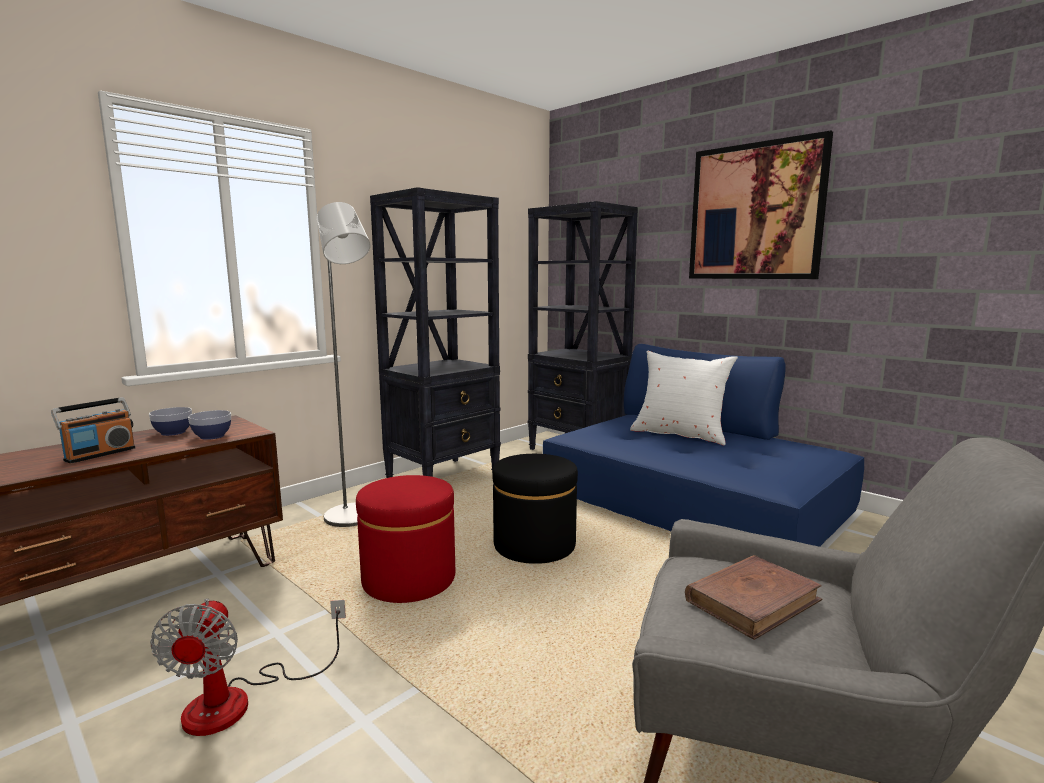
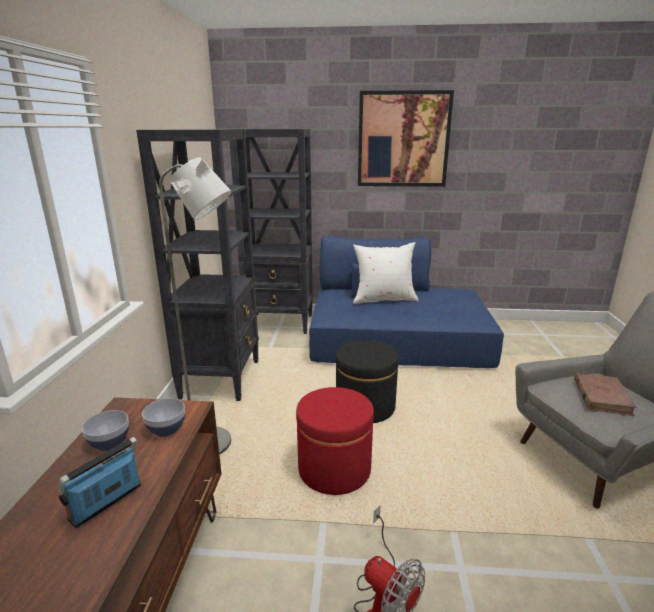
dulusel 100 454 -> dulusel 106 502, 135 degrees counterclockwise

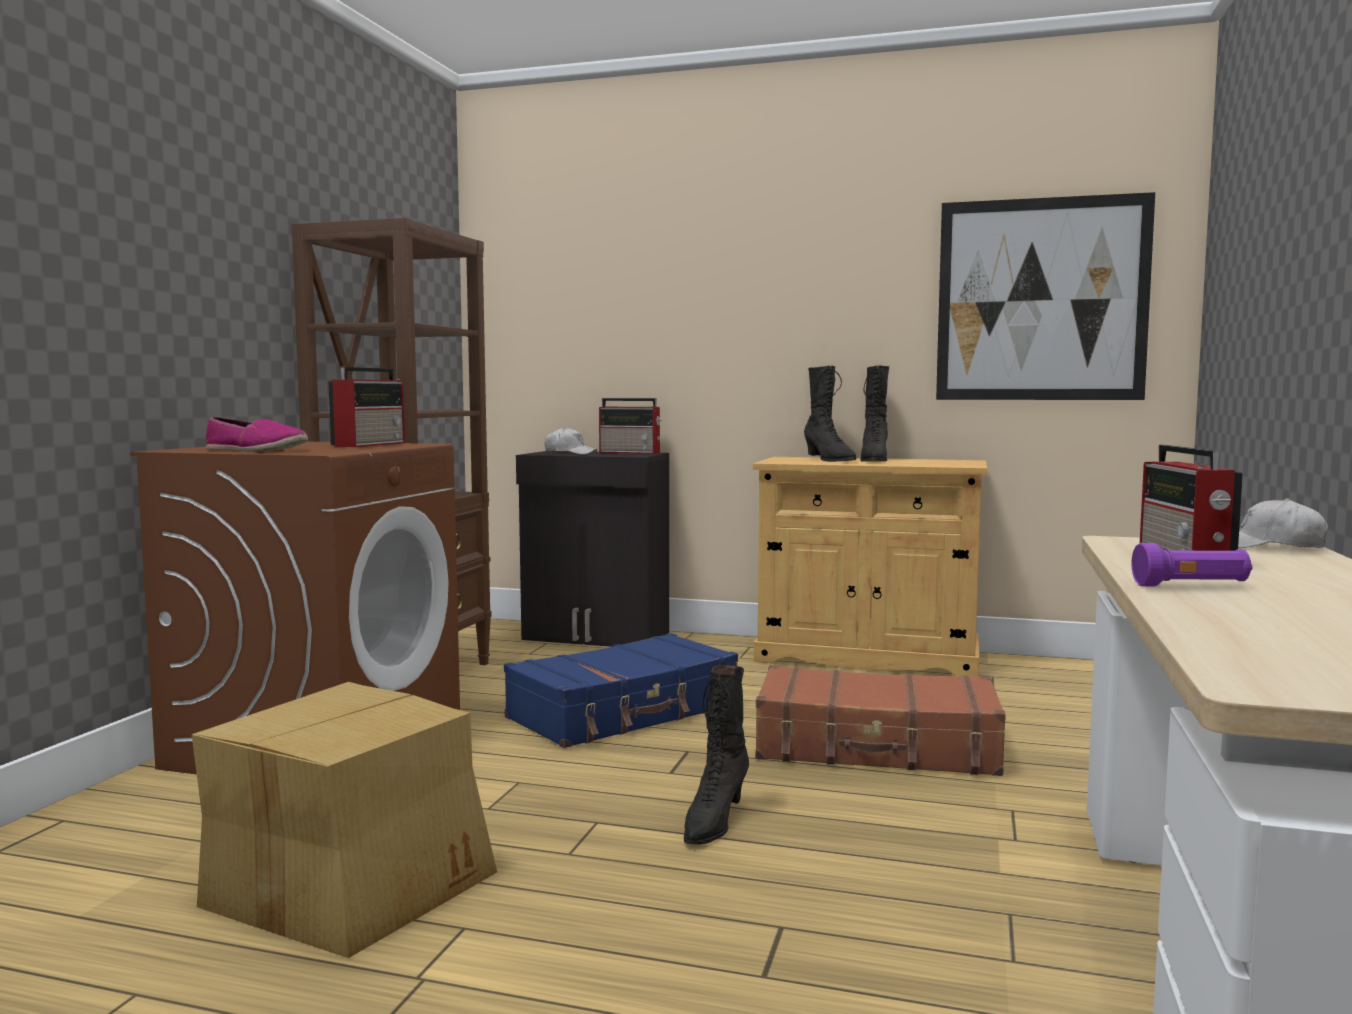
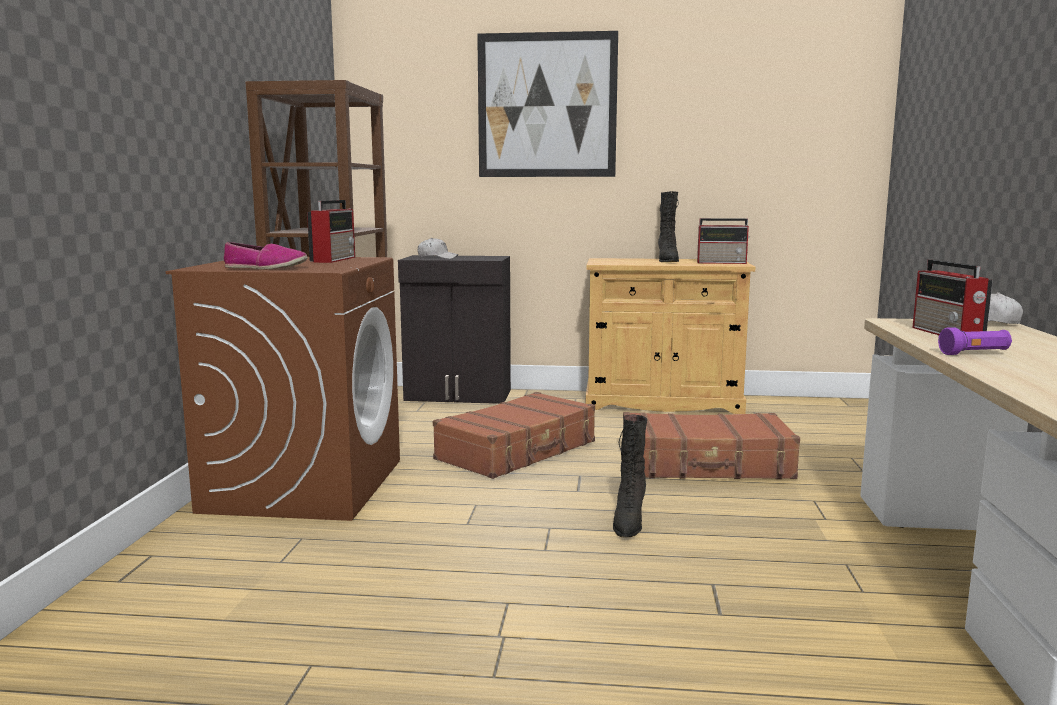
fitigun 352 883 -> none
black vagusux 829 460 -> none
dulusel 631 452 -> dulusel 722 262, relocated
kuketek 1041 300 -> kuketek 547 105, relocated
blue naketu 625 713 -> brown naketu 518 451

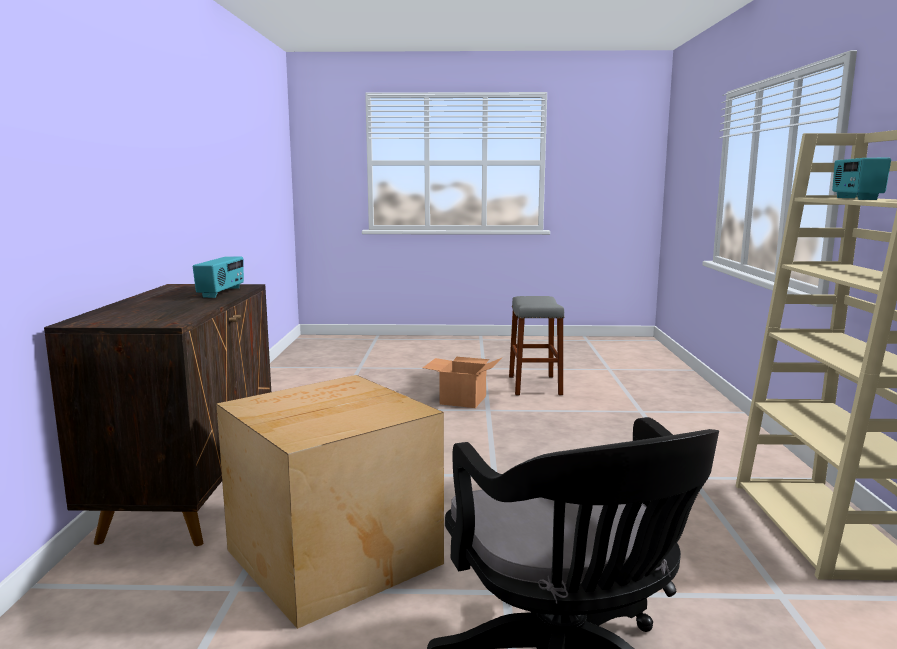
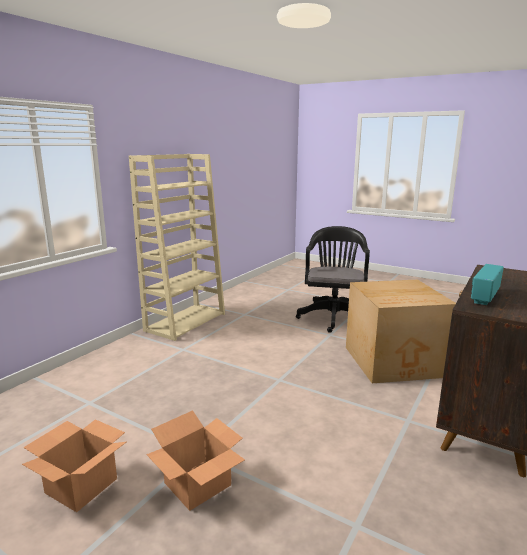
dulusel 855 198 -> none
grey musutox 534 385 -> fitigun 81 486

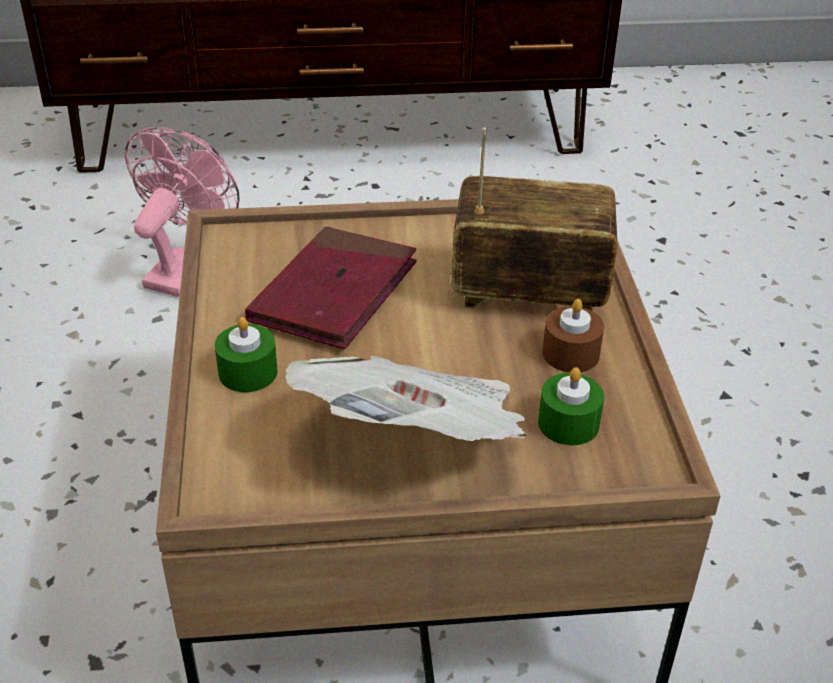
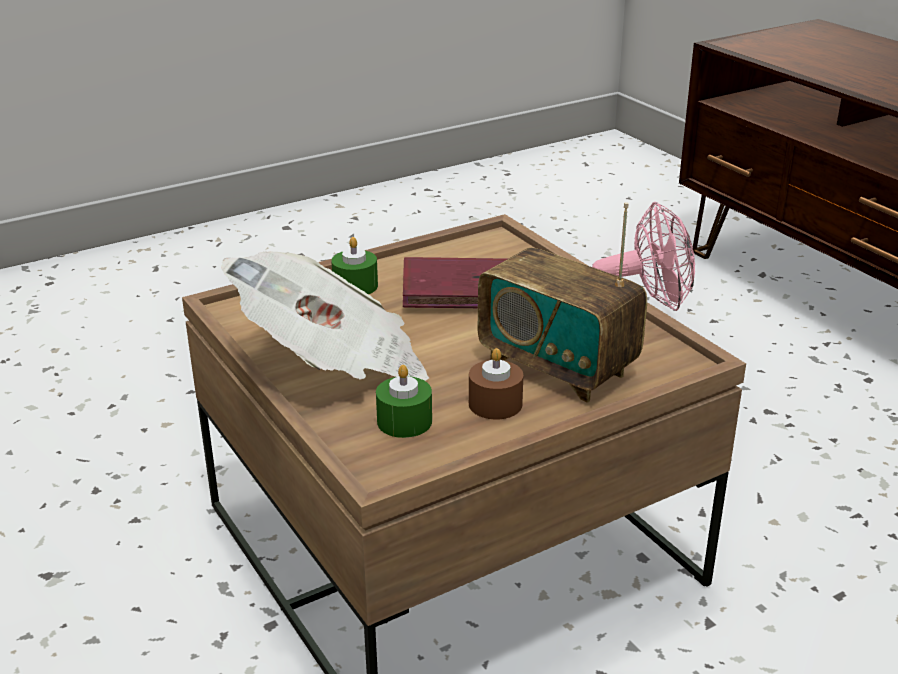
dulusel 528 293 -> dulusel 557 367, 150 degrees clockwise

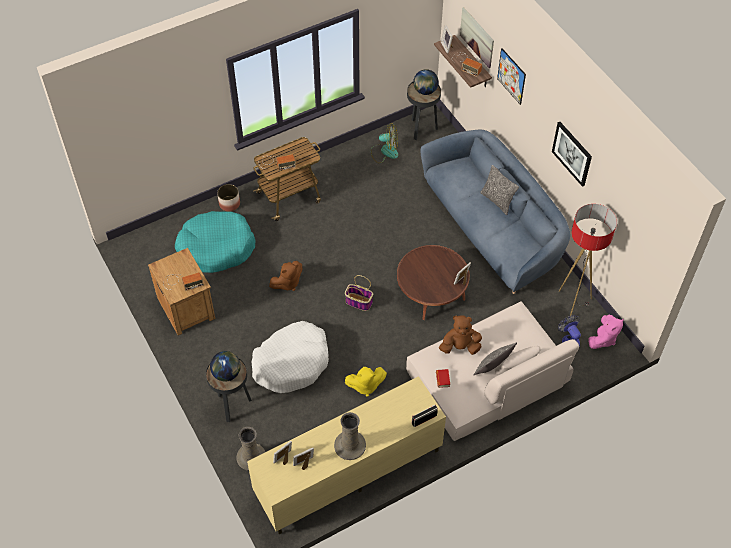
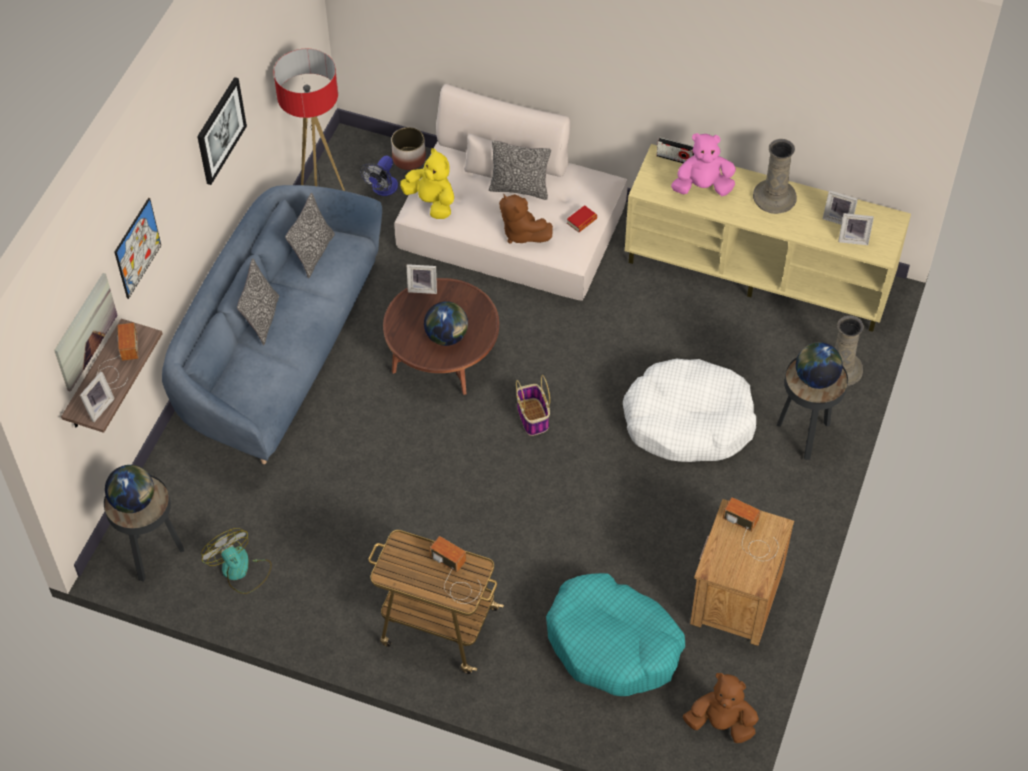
none -> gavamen 313 253
none -> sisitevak 447 336
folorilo 229 204 -> folorilo 409 158, relocated
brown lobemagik 287 283 -> brown lobemagik 721 723, relocated
yellow lobemagik 365 386 -> yellow lobemagik 431 202, relocated
pink lobemagik 603 339 -> pink lobemagik 702 187, relocated

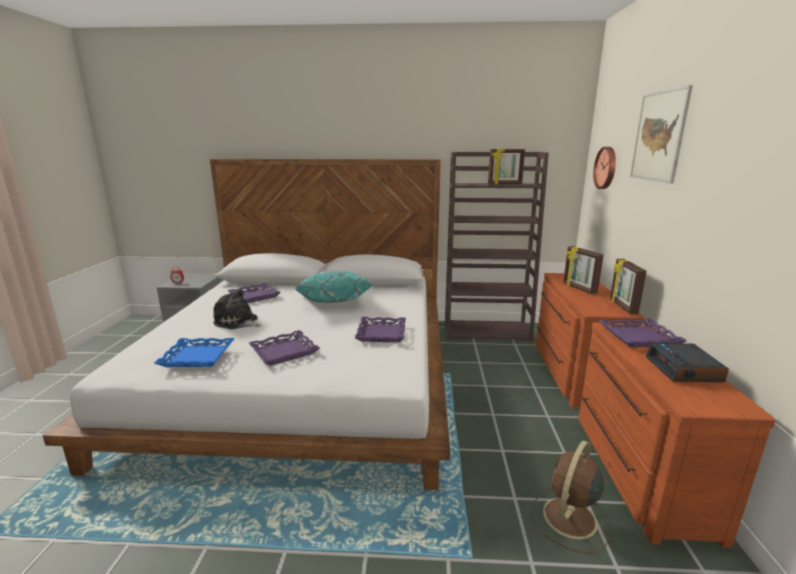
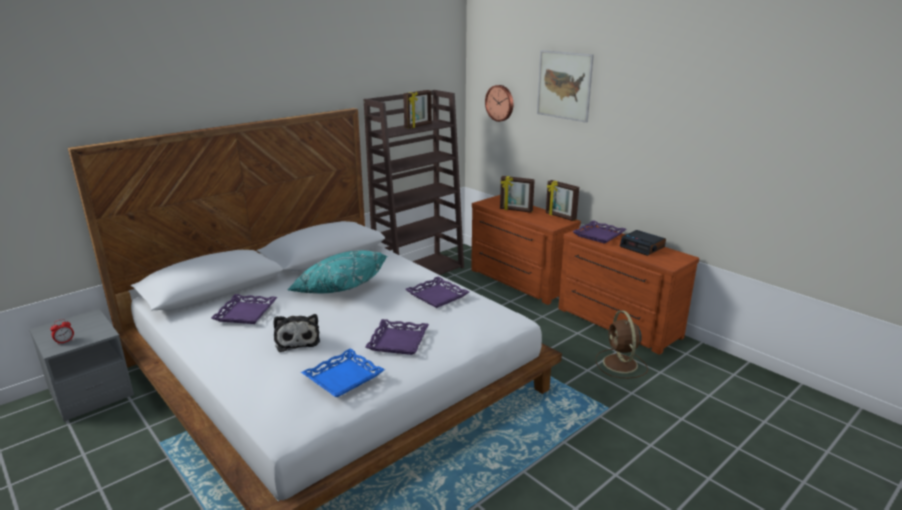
lobemagik 237 322 -> lobemagik 297 340, 90 degrees counterclockwise

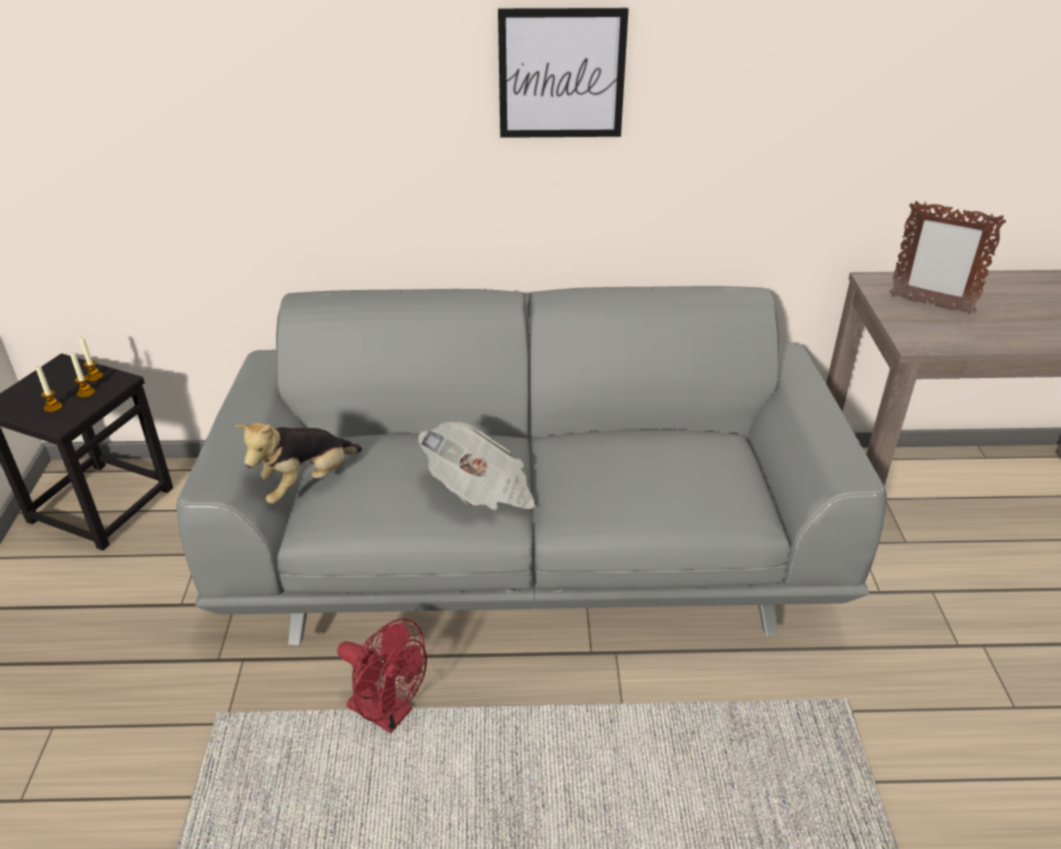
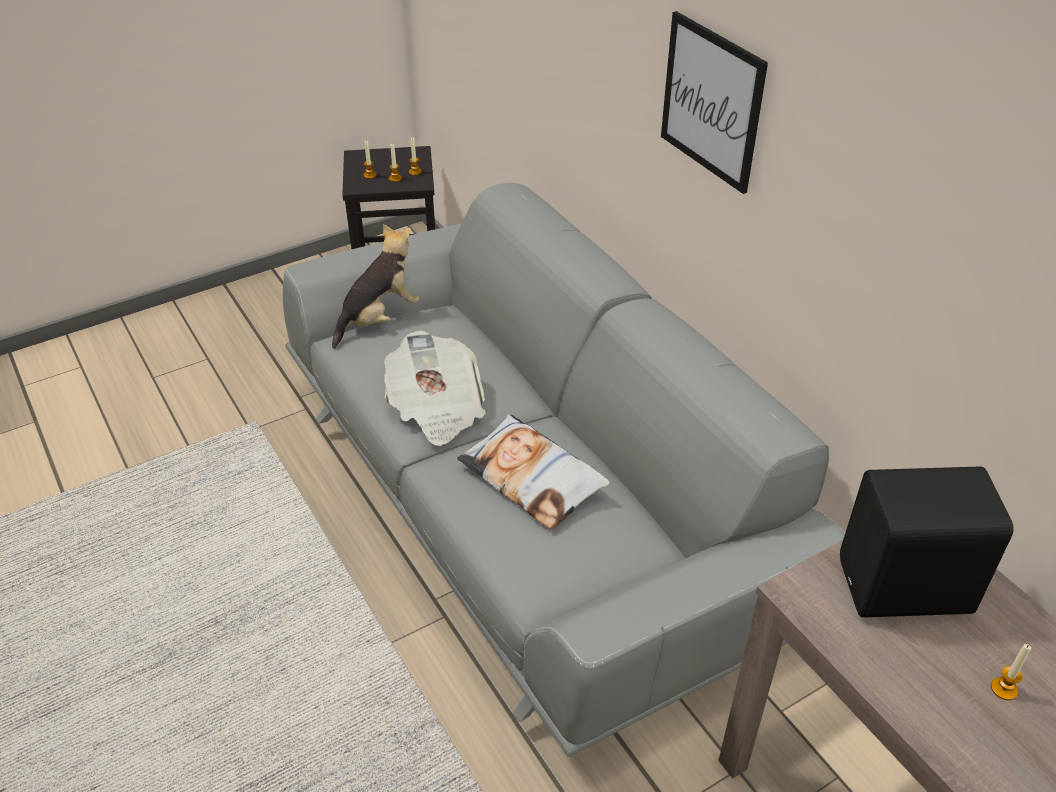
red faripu 388 713 -> none
none -> gavamen 532 478
none -> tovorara 1004 689
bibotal 930 304 -> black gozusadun 907 589
lobemagik 306 483 -> lobemagik 379 318, 120 degrees clockwise

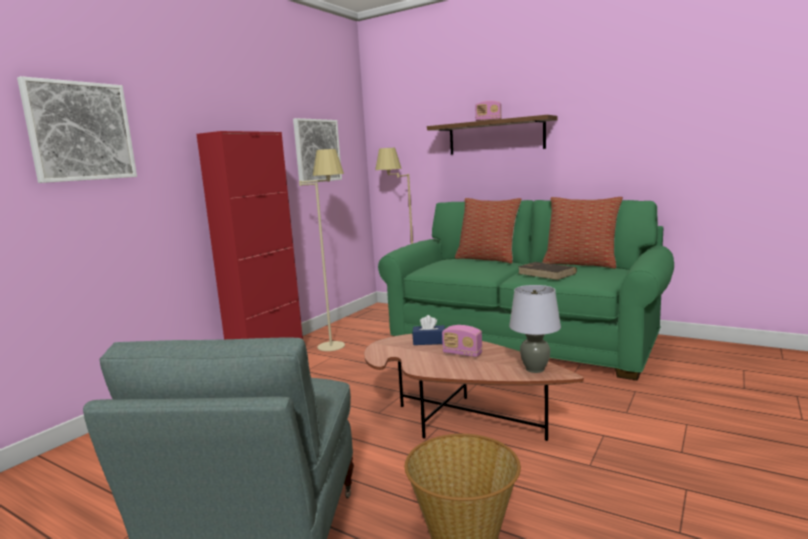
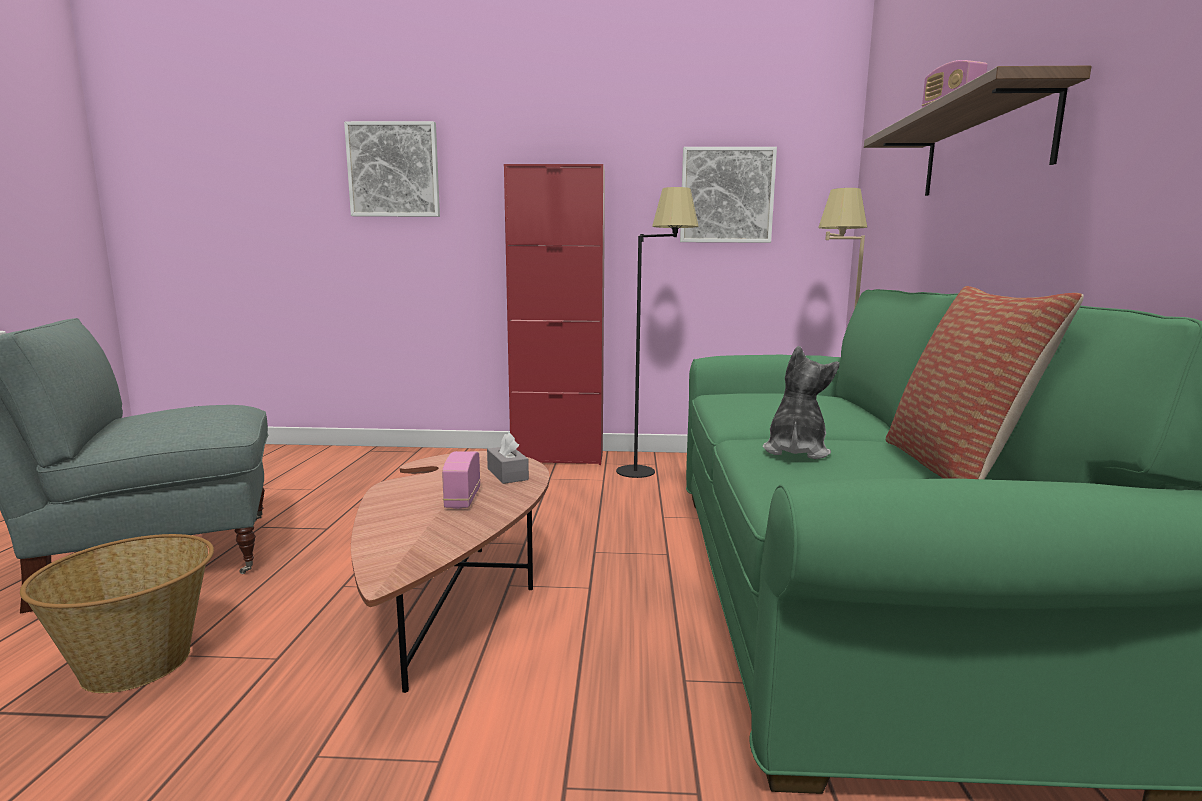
gavamen 487 259 -> none
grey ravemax 535 369 -> none
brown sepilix 547 273 -> lobemagik 795 451
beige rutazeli 336 342 -> black rutazeli 652 470
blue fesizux 429 341 -> grey fesizux 507 474

